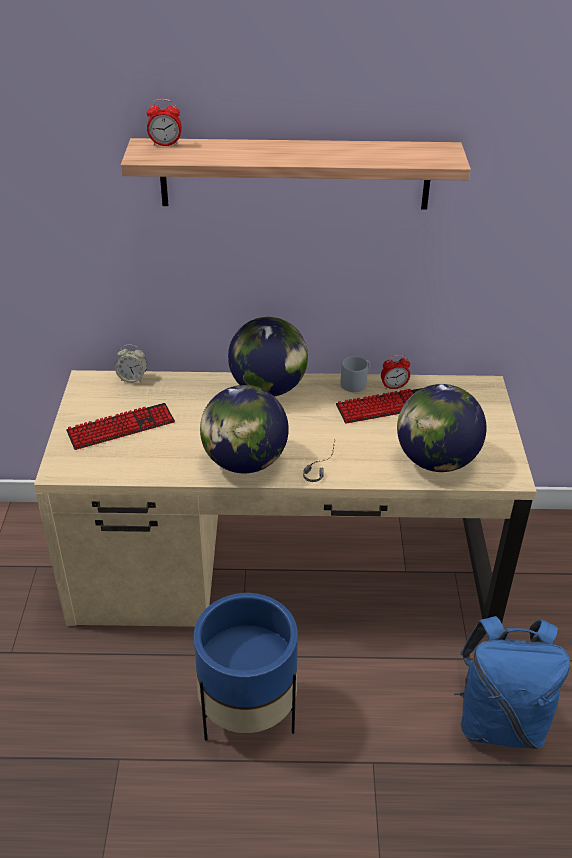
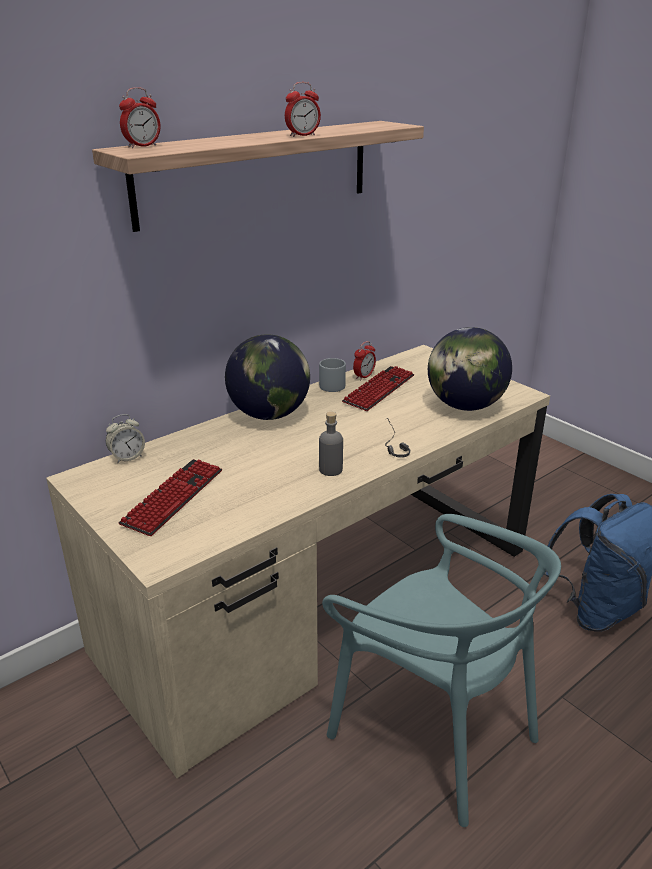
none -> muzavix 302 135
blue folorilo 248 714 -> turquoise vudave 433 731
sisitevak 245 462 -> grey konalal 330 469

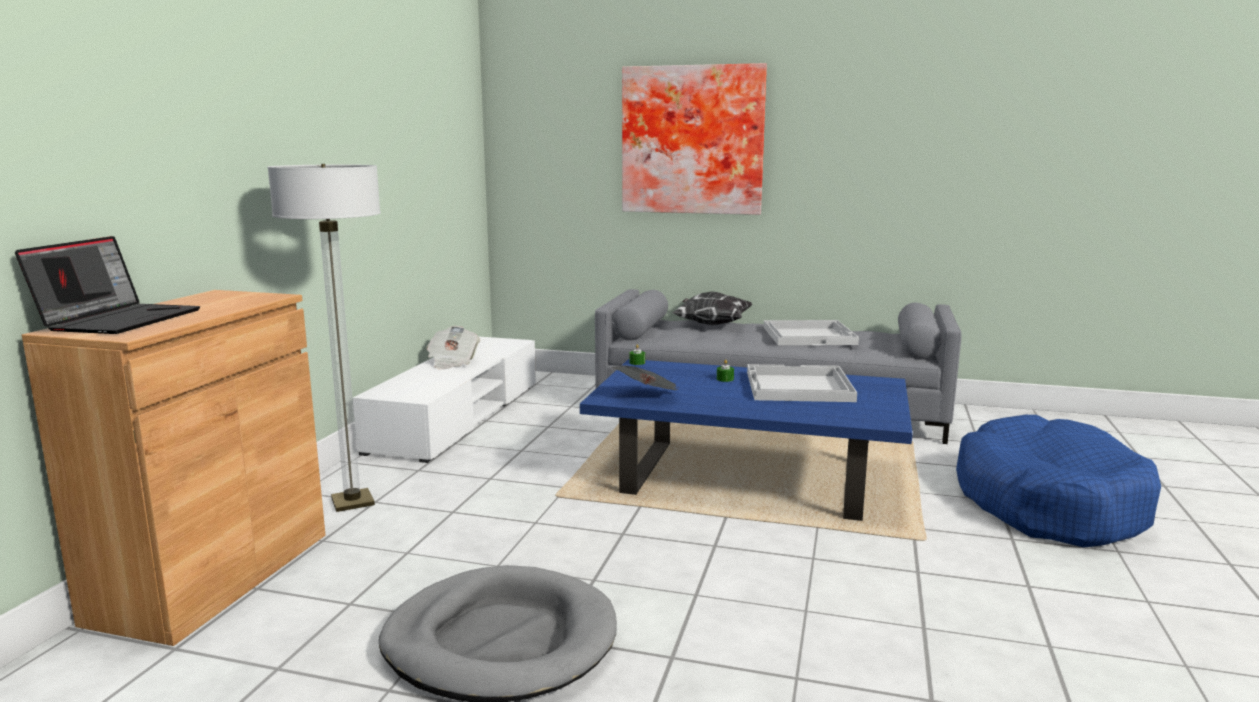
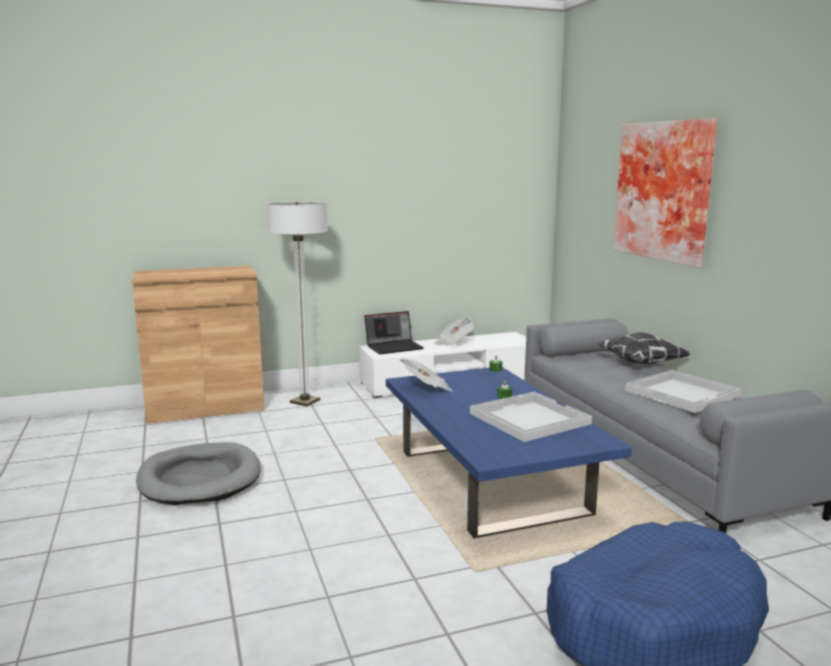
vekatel 120 320 -> vekatel 394 347, relocated

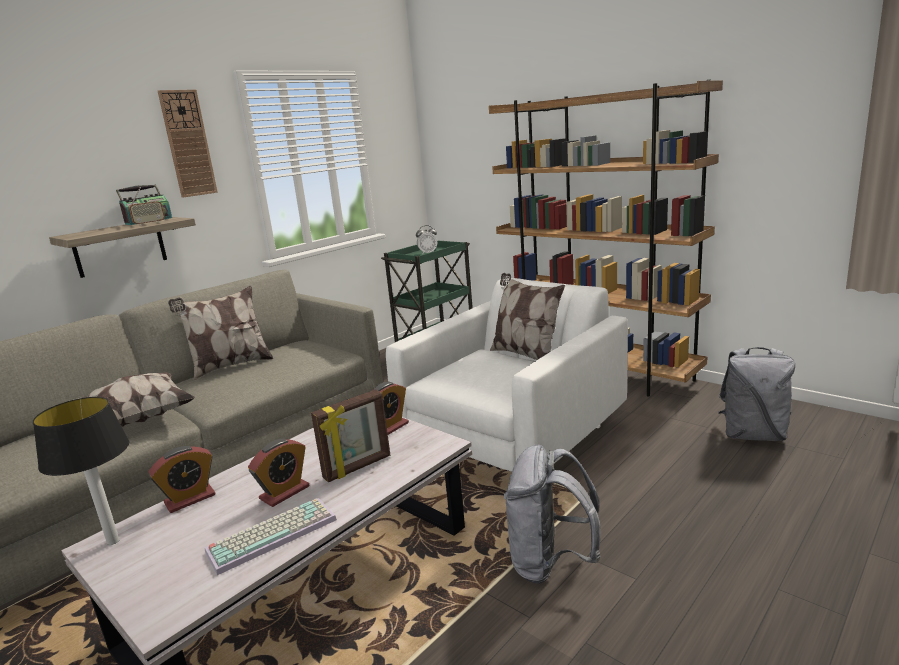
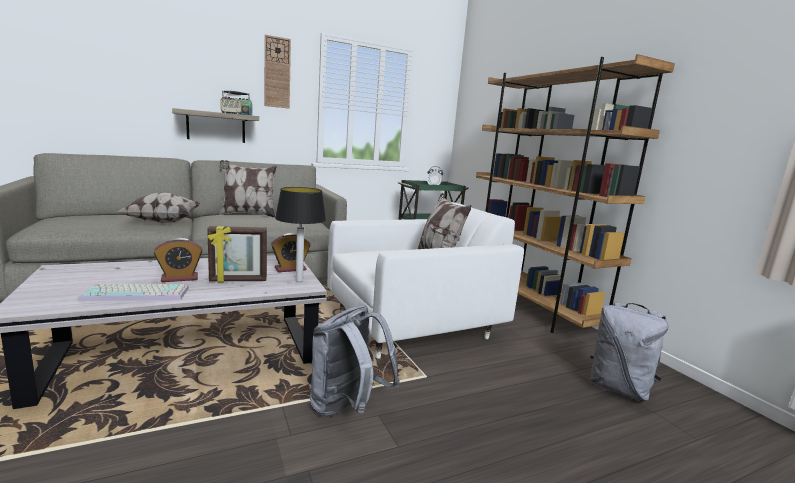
muzavix 190 499 -> none
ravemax 112 541 -> ravemax 298 280, relocated

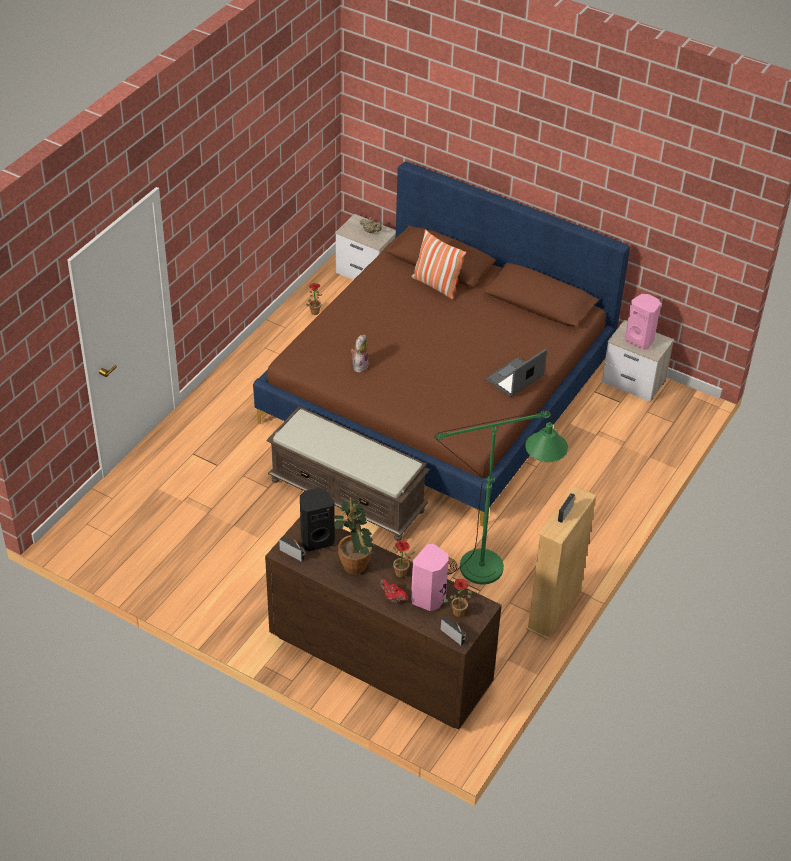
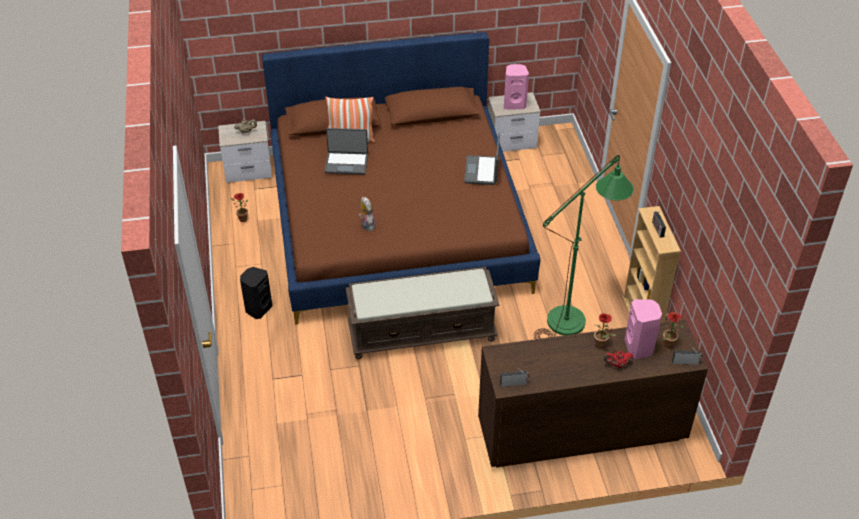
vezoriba 356 561 -> none
none -> vekatel 346 163
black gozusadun 316 539 -> black gozusadun 258 308, relocated

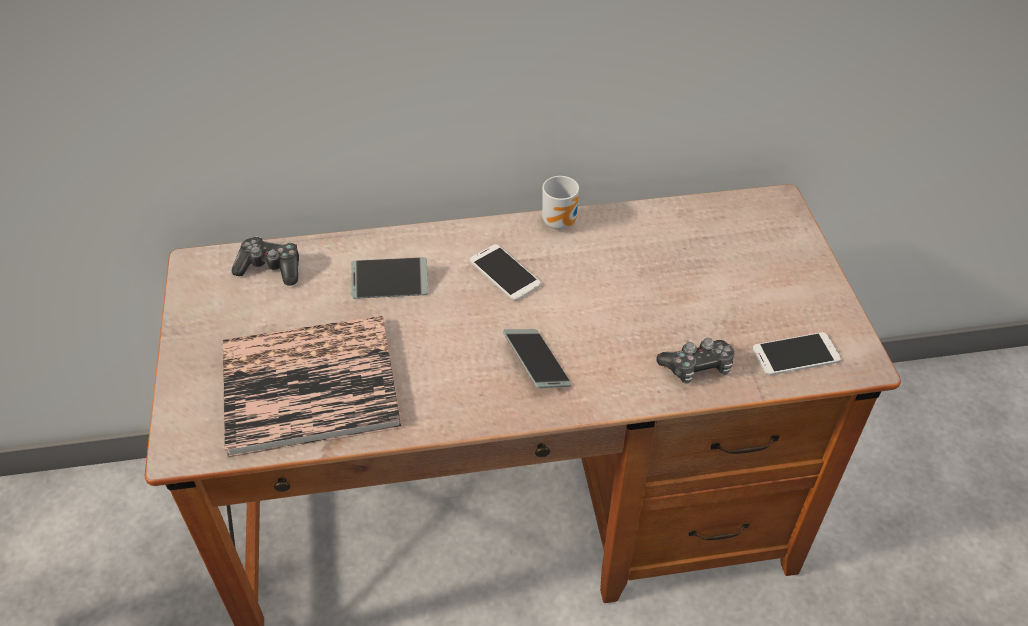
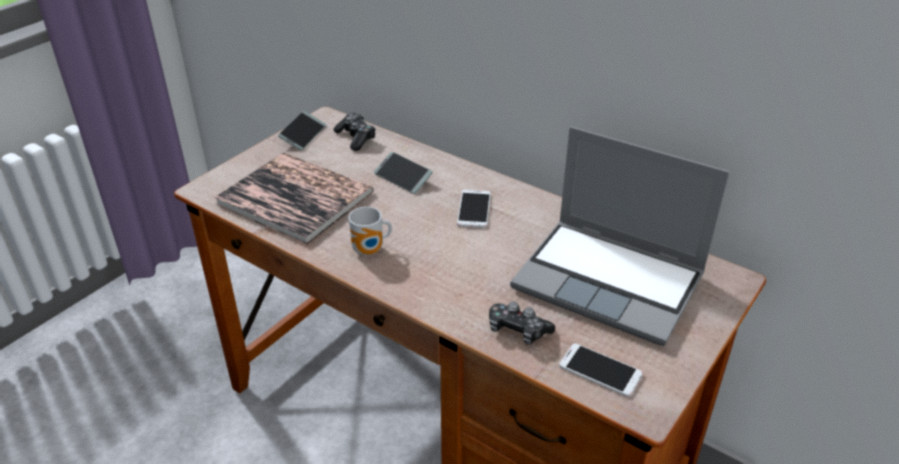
none -> vekatel 611 282
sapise 536 364 -> sapise 303 135, relocated
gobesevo 562 222 -> gobesevo 370 251, relocated

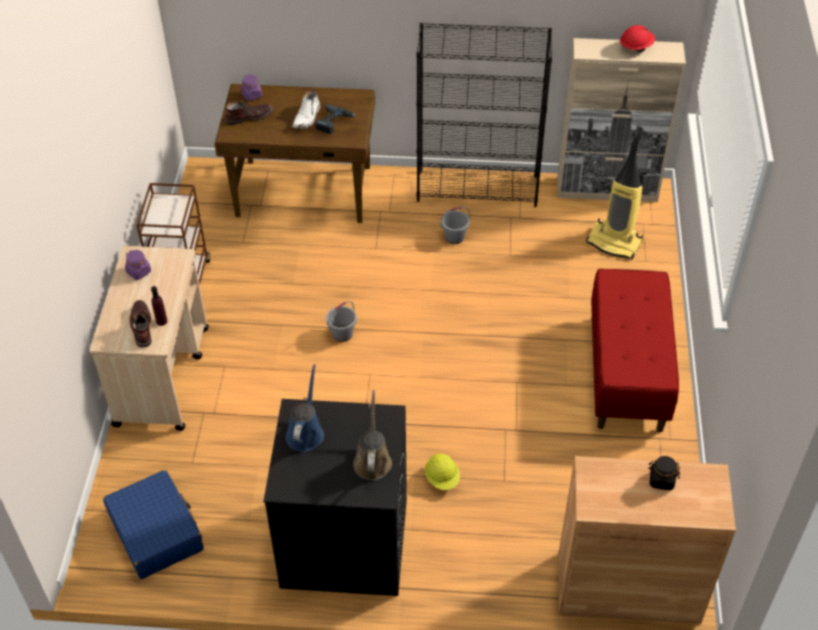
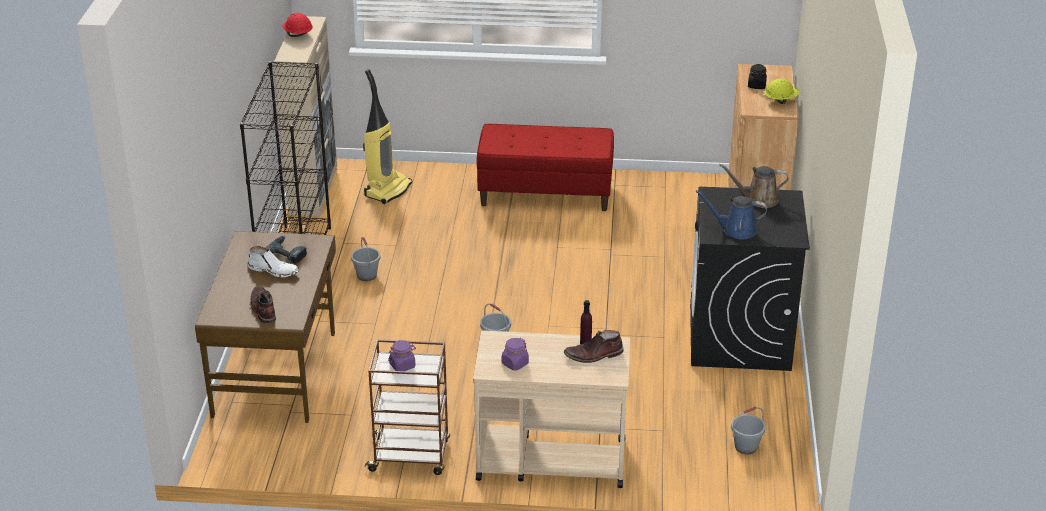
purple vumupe 252 95 -> purple vumupe 402 365, relocated
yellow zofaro 442 478 -> yellow zofaro 780 100, relocated
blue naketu 156 531 -> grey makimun 746 447

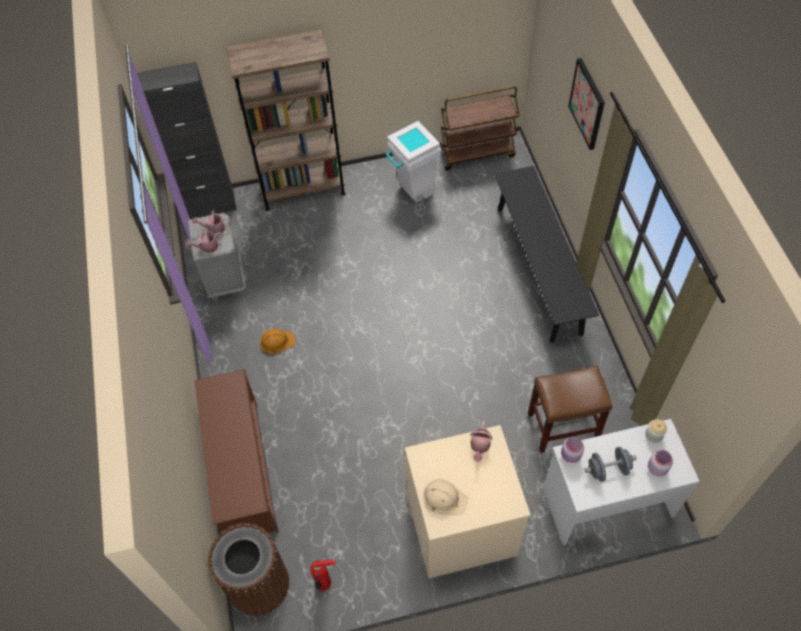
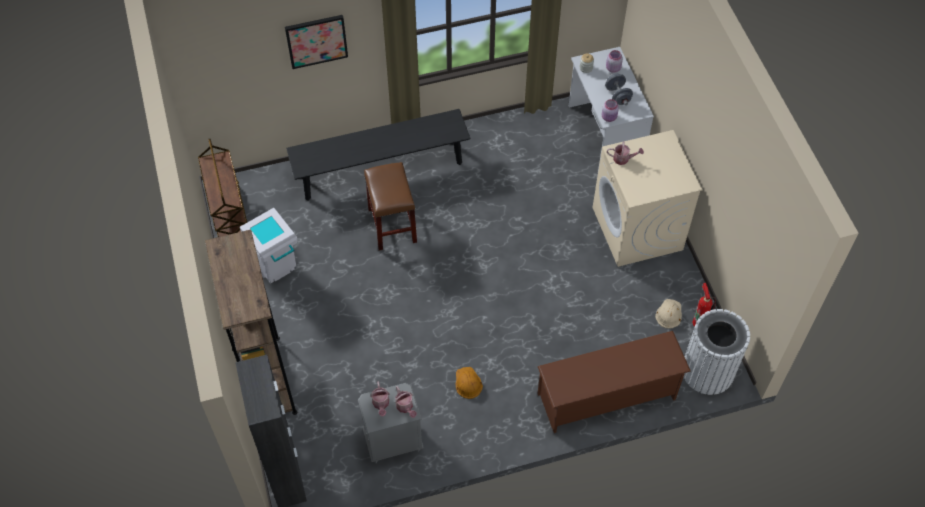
beige zofaro 444 498 -> beige zofaro 669 314, relocated
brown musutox 563 426 -> brown musutox 391 225, relocated
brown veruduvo 258 584 -> white veruduvo 707 371

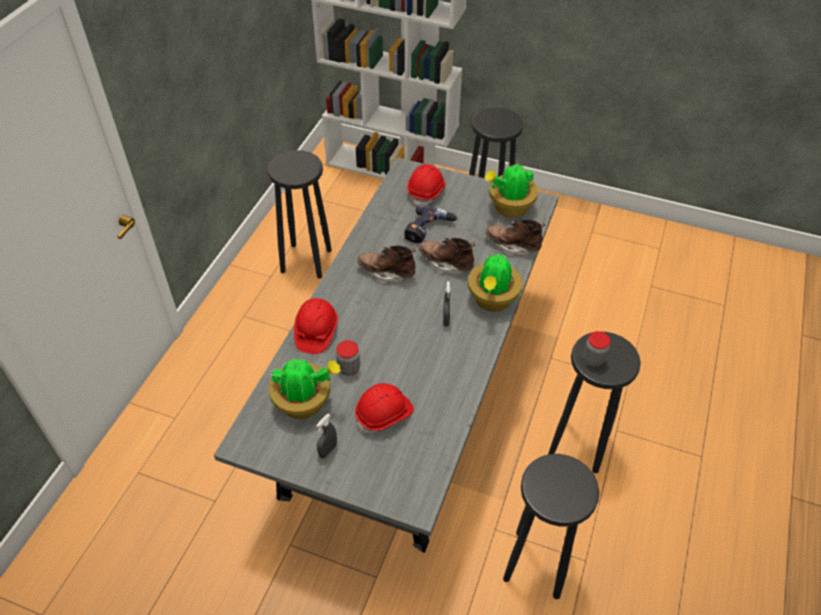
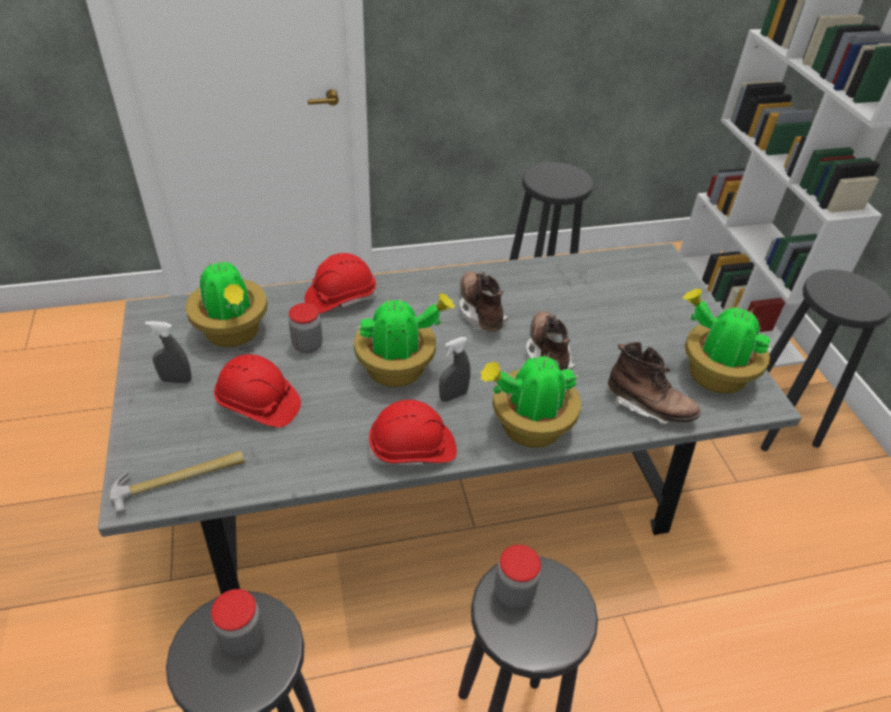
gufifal 429 230 -> none
none -> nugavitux 180 480
none -> vumupe 243 639
none -> vezoriba 398 369
red zofaro 427 192 -> red zofaro 413 449, relocated
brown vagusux 512 245 -> brown vagusux 648 407, 135 degrees clockwise

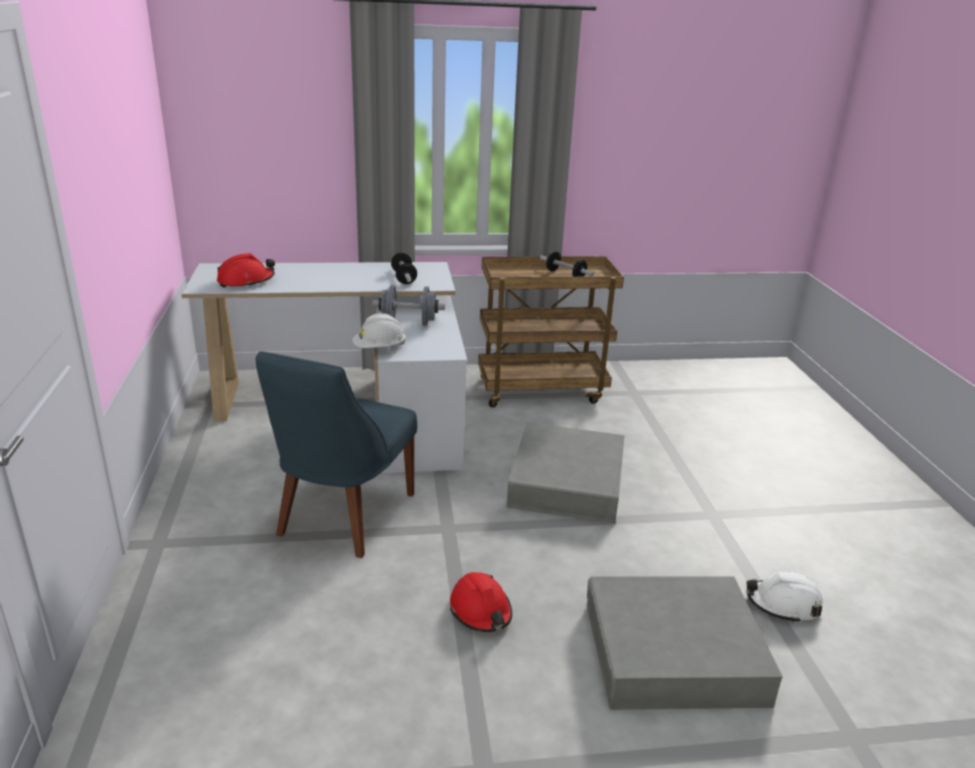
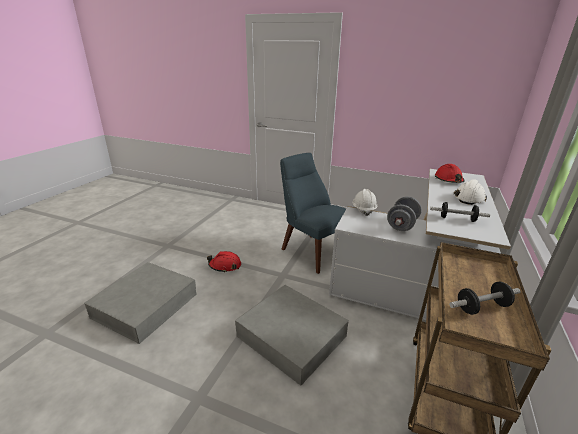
white zofaro 783 604 -> white zofaro 469 198, relocated

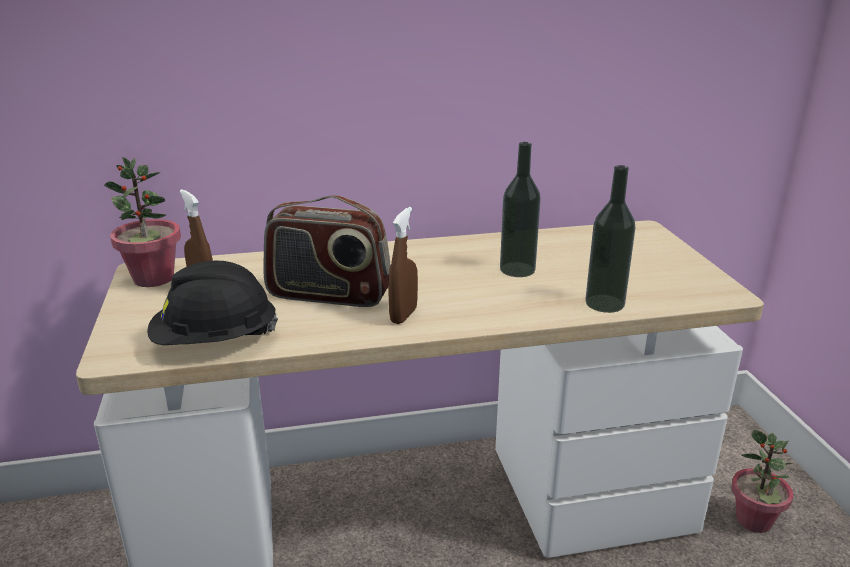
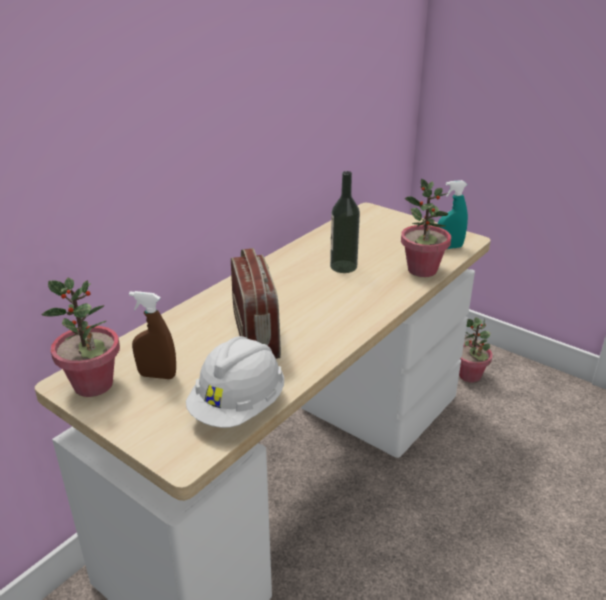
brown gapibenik 403 315 -> none
none -> turquoise gapibenik 449 247
konalal 604 303 -> vezoriba 422 270
black zofaro 215 342 -> white zofaro 238 407
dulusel 328 295 -> dulusel 256 336, 75 degrees counterclockwise

